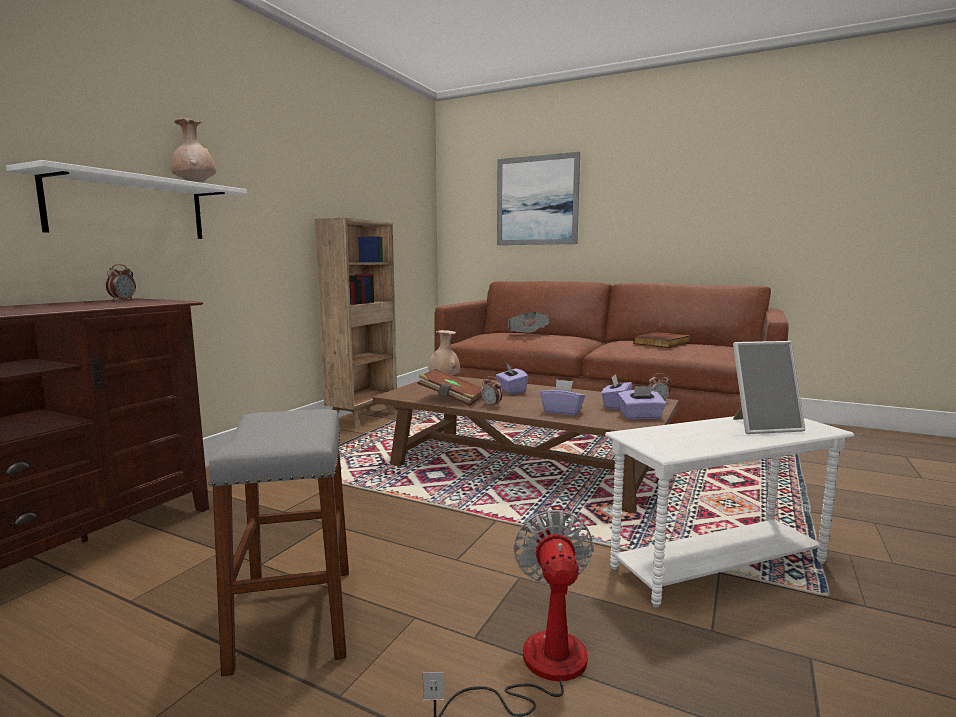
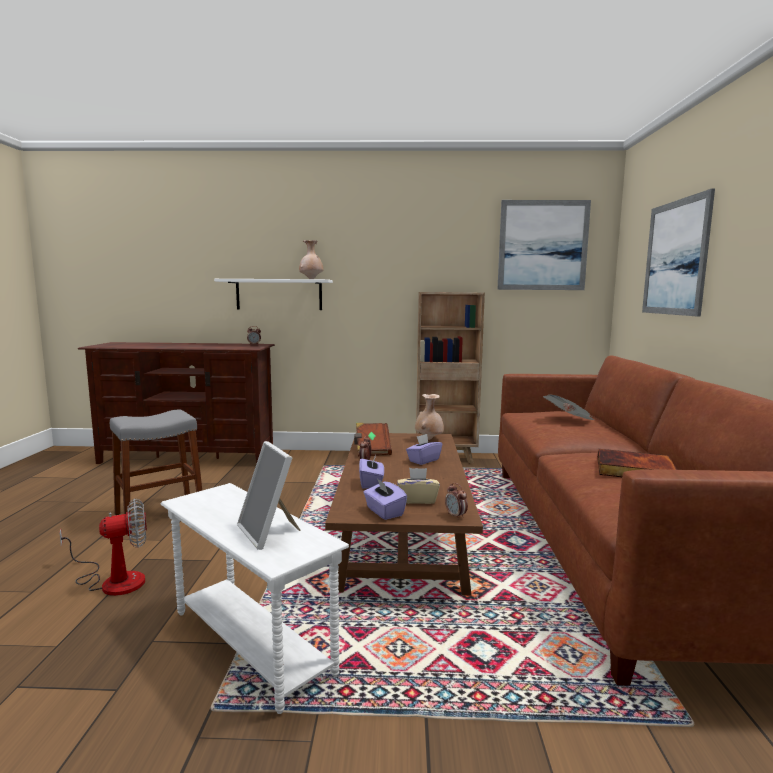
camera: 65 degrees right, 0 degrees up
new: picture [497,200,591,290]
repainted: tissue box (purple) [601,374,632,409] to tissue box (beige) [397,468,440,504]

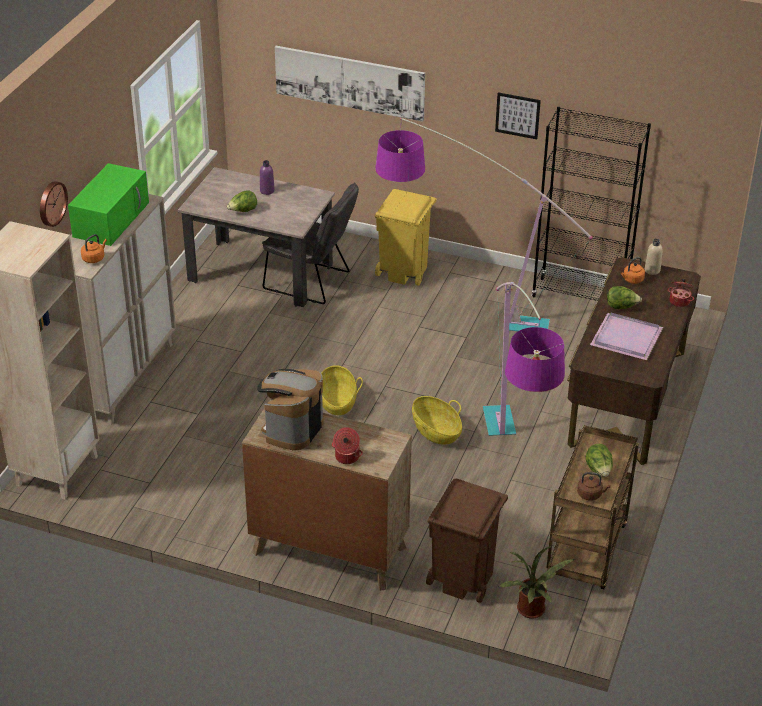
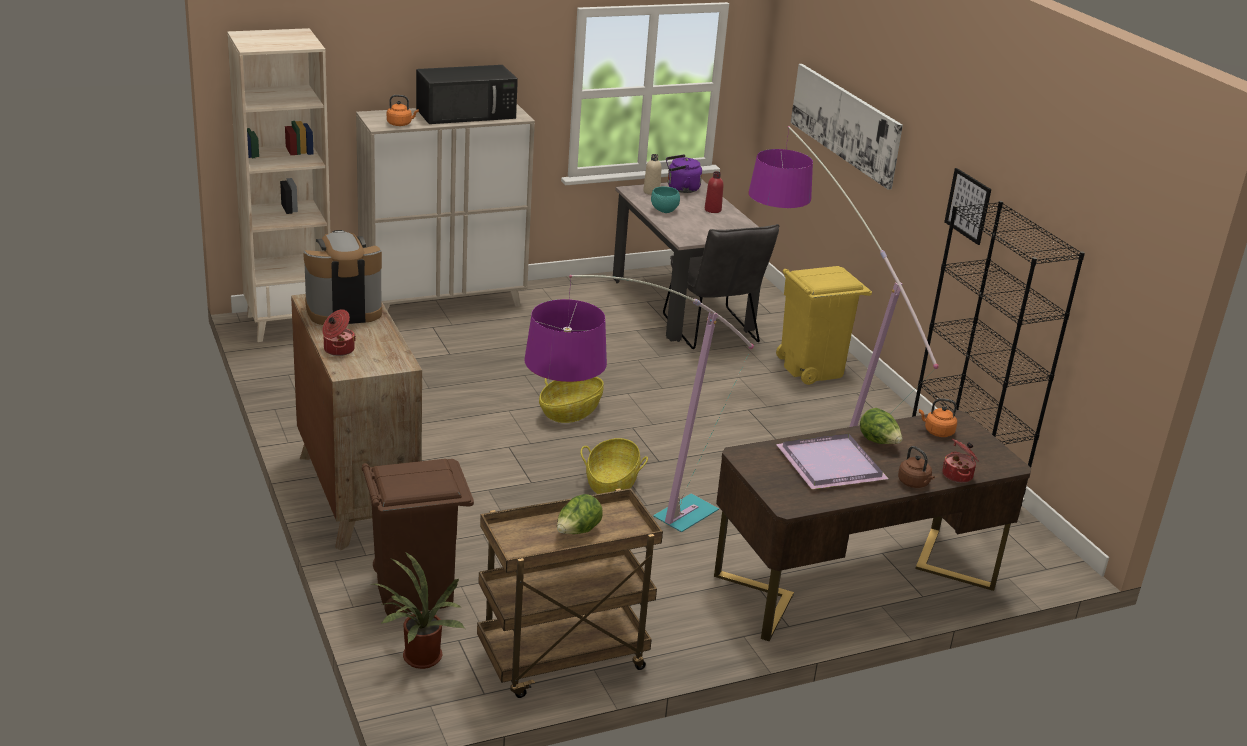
camera: 45 degrees right, 10 degrees down
gone: wall clock [40,181,68,227]
new: kettle (purple) [666,154,702,193]
shifted: bottle (beige) [645,239,662,275] to [643,154,661,195]; kettle (brown) [577,472,611,500] to [898,446,935,488]
swapped: lettuce [227,191,257,212] to bowl (turquoise) [651,186,680,213]
repainted: microwave (green) [68,163,149,246] to microwave (black) [416,65,518,124]; bottle (purple) [260,160,275,195] to bottle (red) [705,171,724,213]

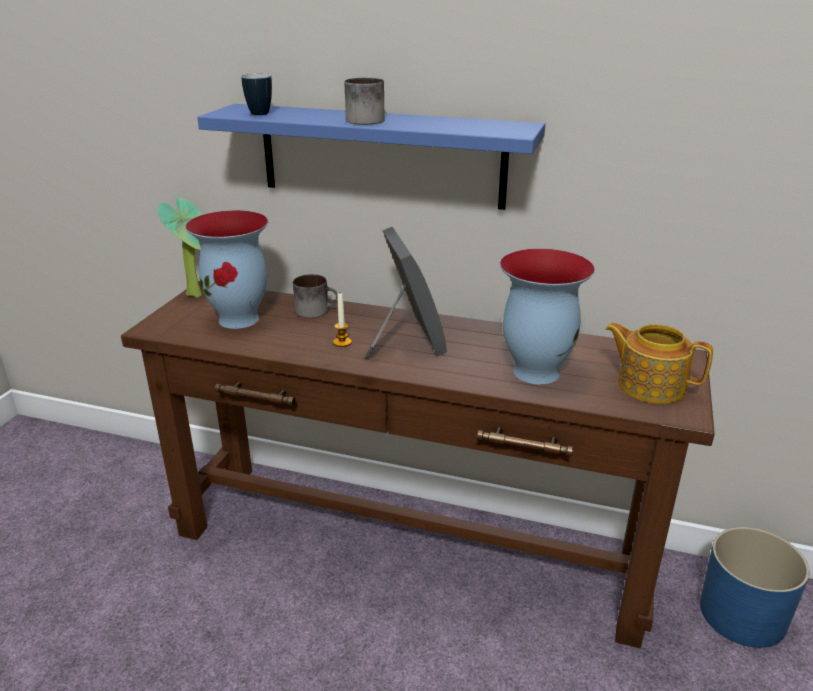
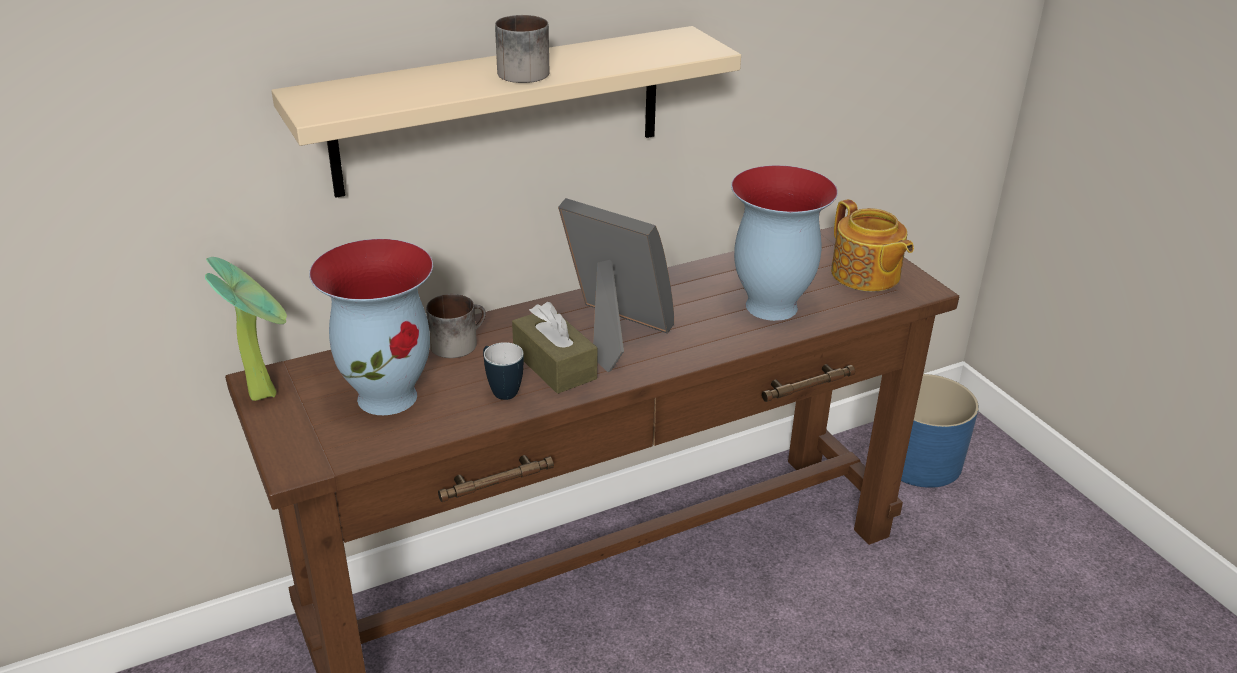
camera: 45 degrees left, 5 degrees up
shifted: mug [241,73,272,115] to [483,342,524,400]
swapped: candle [333,293,352,347] to tissue box (brown) [512,302,597,394]
repainted: shelf (blue) [197,104,545,210] to shelf (beige) [271,26,741,198]
rotated: teapot [605,322,713,404] = [831,199,914,292] 105 degrees counterclockwise

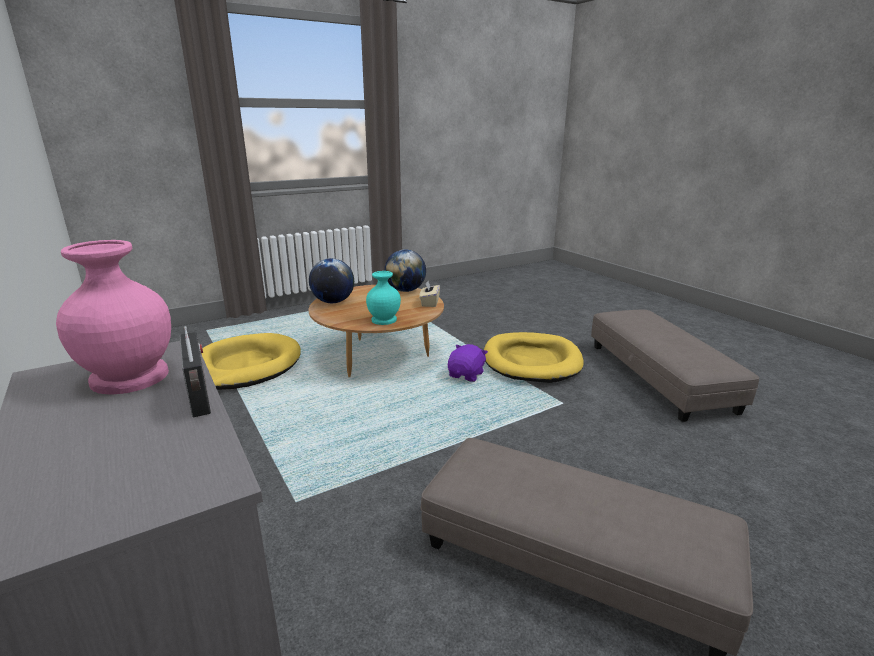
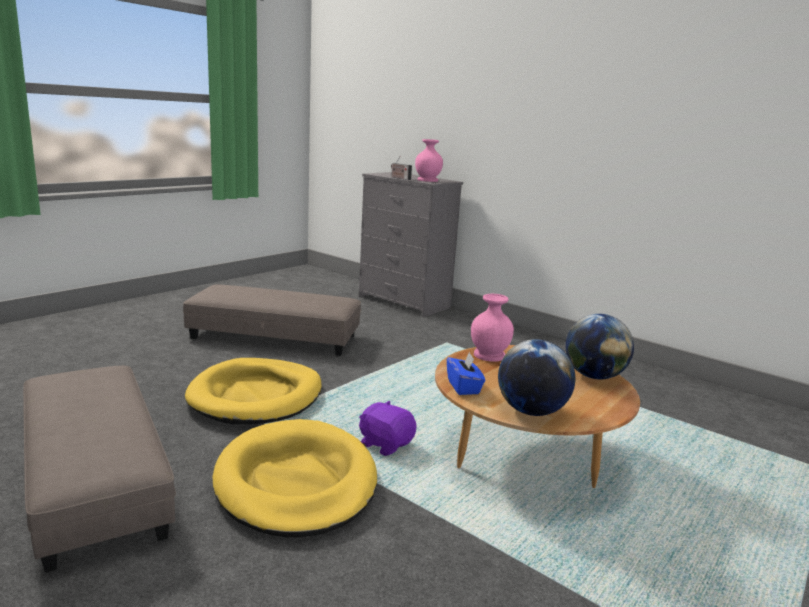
camera: 160 degrees right, 5 degrees down
shifted: dog bed (yellow) [201,333,301,390] to [185,358,321,425]
repainted: tissue box (beige) [419,281,440,307] to tissue box (blue) [447,352,485,395]; vase (turquoise) [366,271,401,325] to vase (pink) [471,294,514,362]
rotated: plush toy (purple) [448,344,488,382] = [359,400,417,456] 120 degrees clockwise

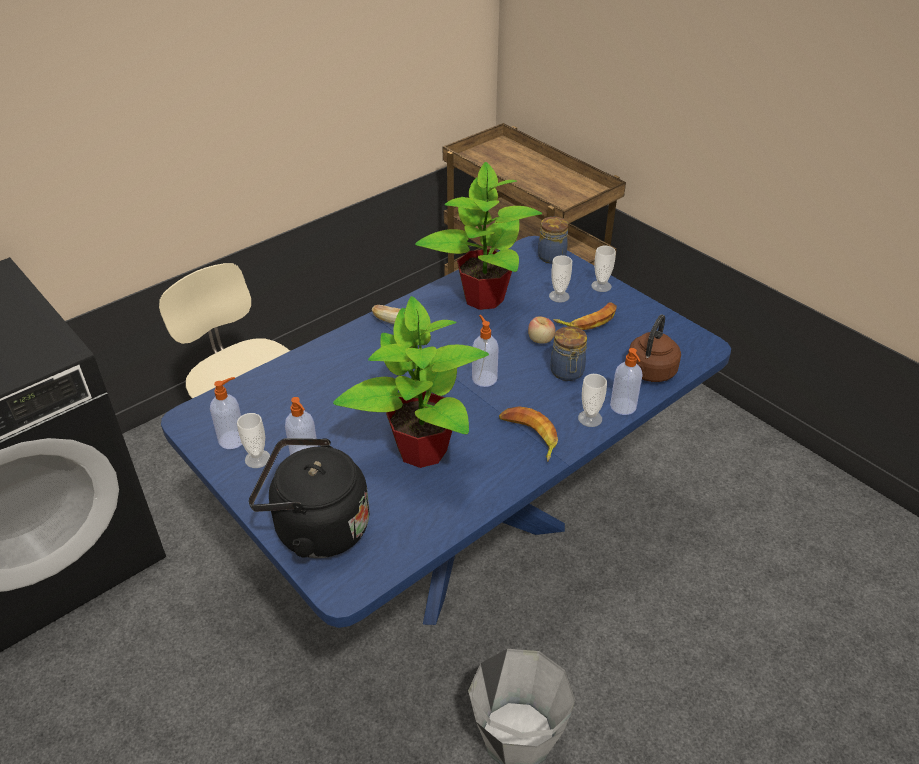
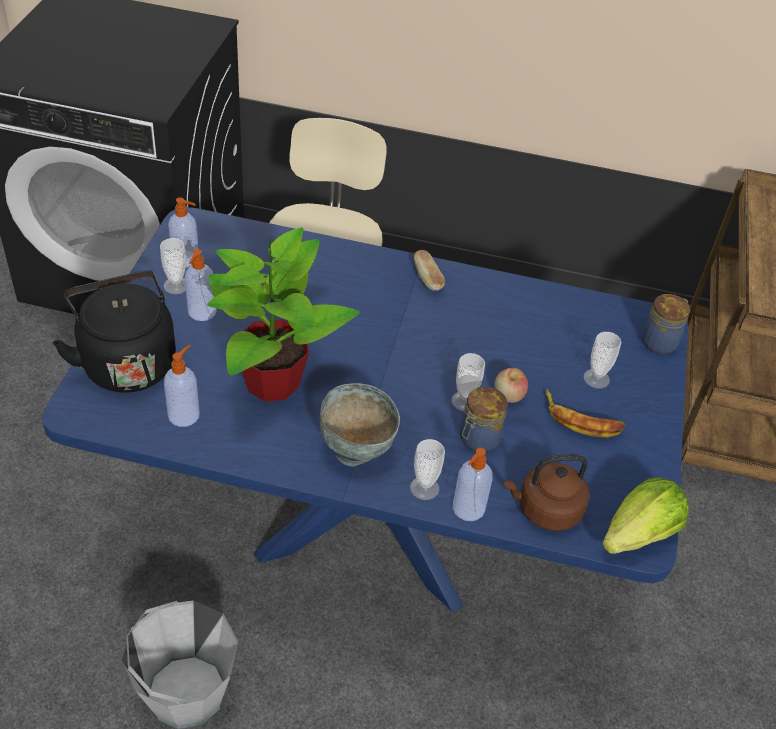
camera: 50 degrees right, 5 degrees up
gone: potted plant [415,162,542,310]
new: lettuce [603,478,689,554]
shifted: soap dispenser [472,315,499,387] to [164,345,200,427]; cup [591,246,616,292] to [451,353,485,411]
swapped: banana [499,406,558,462] to bowl (grey) [320,383,400,466]

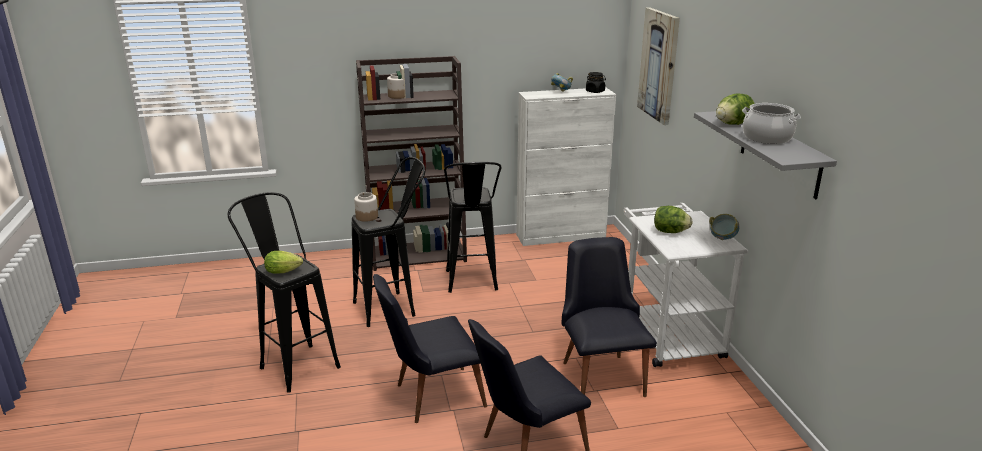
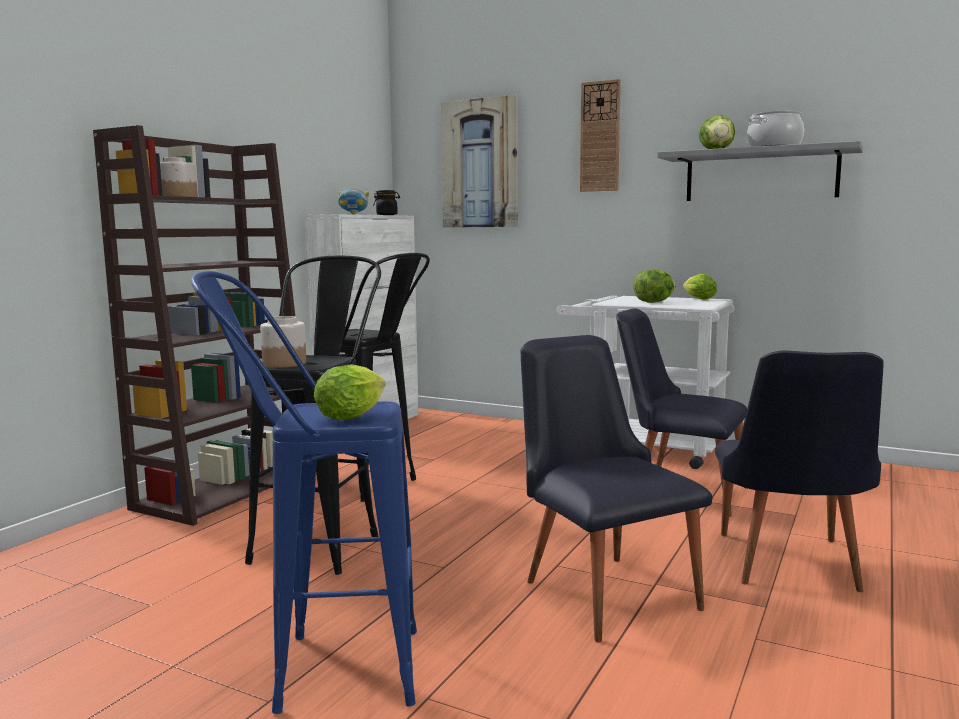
camera: 50 degrees left, 15 degrees down
new: wall clock [580,79,621,192]
swapped: bowl [709,214,740,240] to lettuce [683,274,717,300]
repainted: stool (black) [228,192,341,393] to stool (blue) [191,271,417,714]
rotated: chair (black) [373,274,487,423] = [520,335,712,643] 135 degrees clockwise

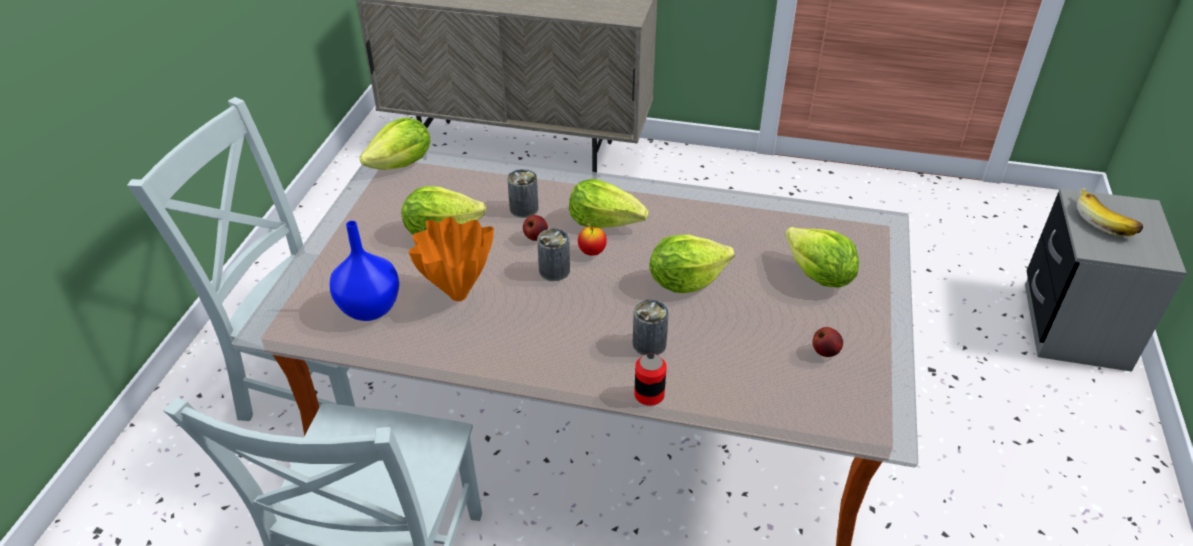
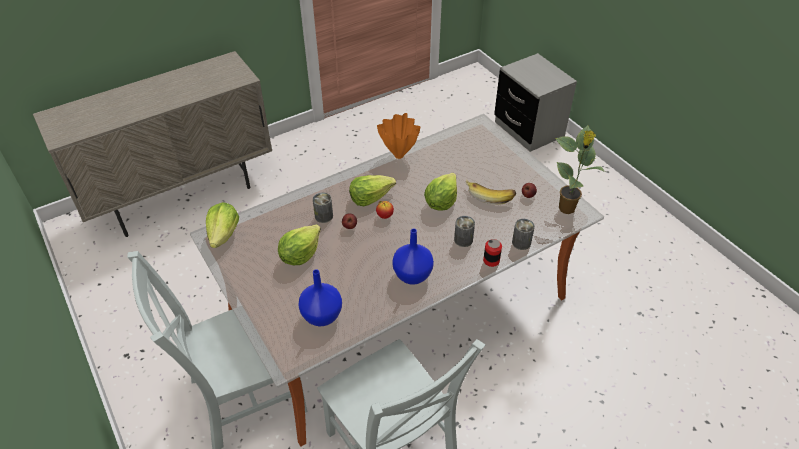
camera: 45 degrees left, 5 degrees up
gone: lettuce [785,227,859,288]
new: vase (blue) [392,228,434,285]; potted plant [555,125,605,214]
shifted: vase (orange) [409,217,494,301] to [377,113,420,159]; banana [1077,188,1143,236] to [465,180,516,205]; can [537,229,570,281] to [512,219,535,250]

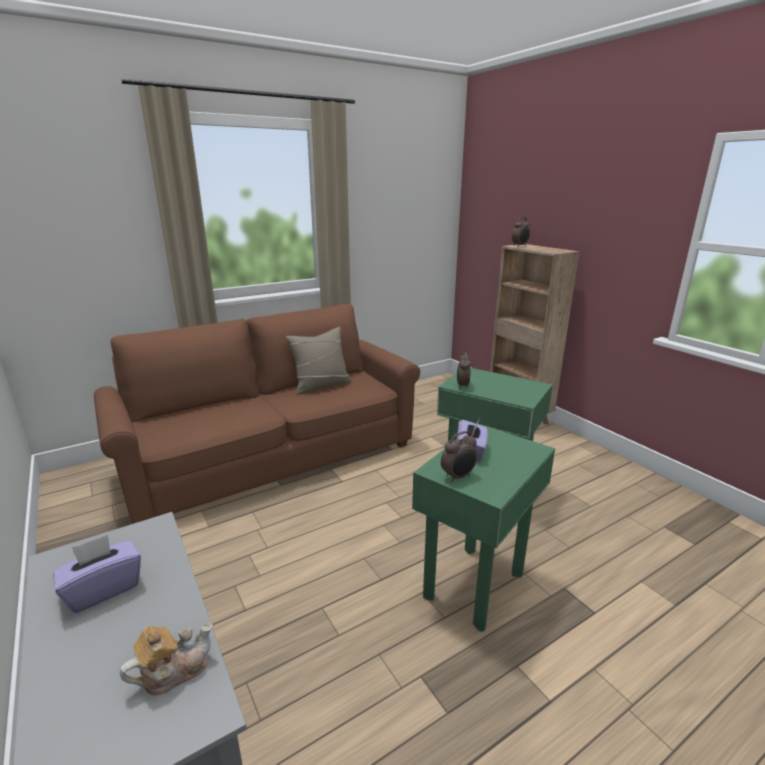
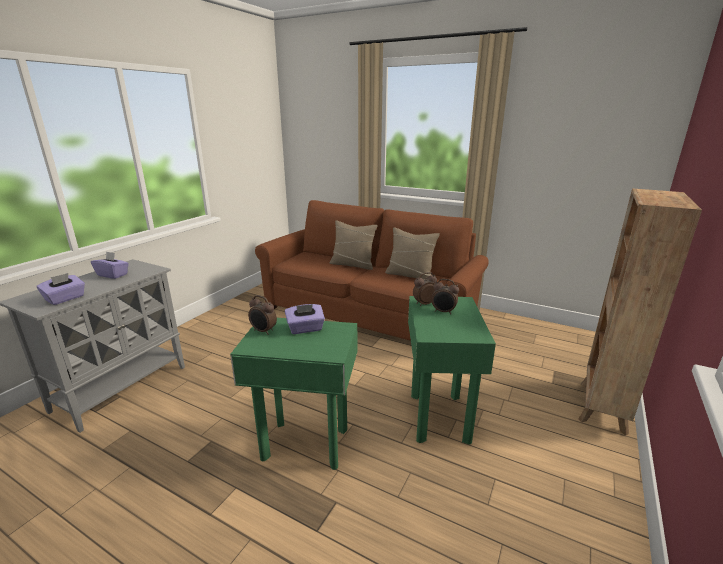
camera: 60 degrees right, 0 degrees up
new: pillow (beige) [330,220,378,270]
shifted: alarm clock [512,217,530,247] to [432,279,459,315]
swapped: teapot [120,623,213,695] to tissue box (purple) [37,273,85,305]

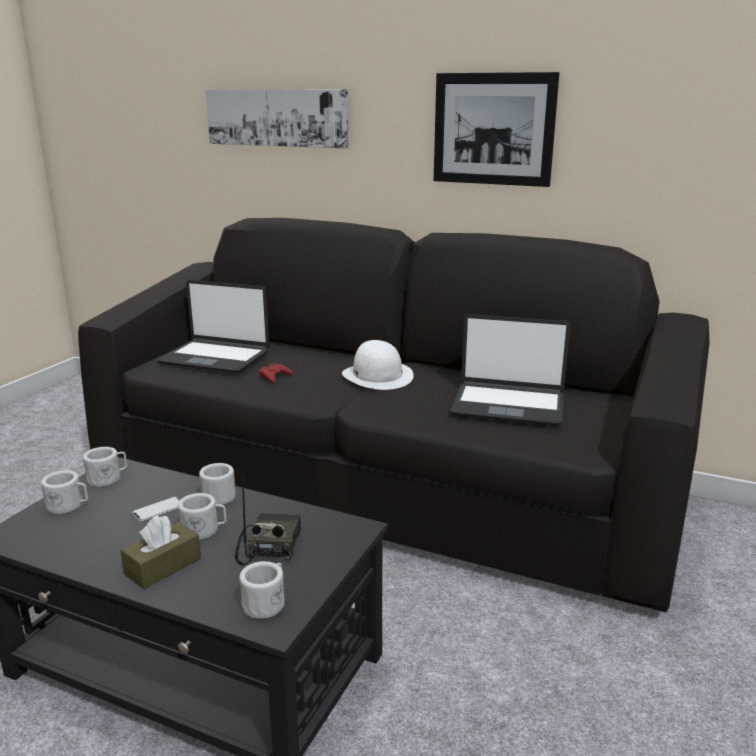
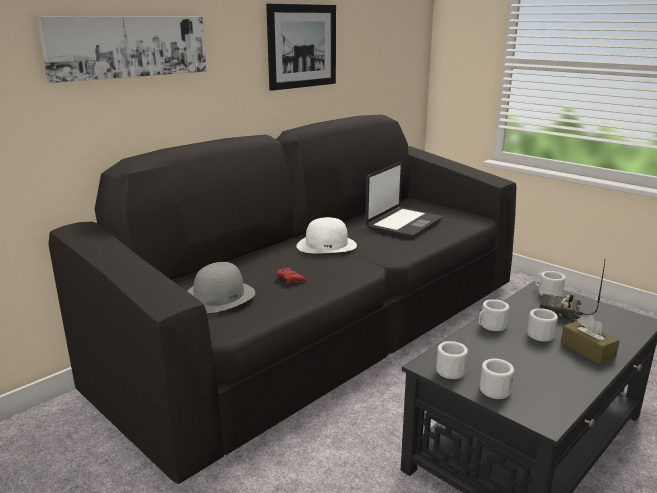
camera: 70 degrees left, 0 degrees up
gone: phone [131,496,180,522]
shifted: mug (white) [239,561,285,619] to [535,271,565,297]
swapped: laptop [157,280,269,373] to hat (grey) [187,262,255,313]

